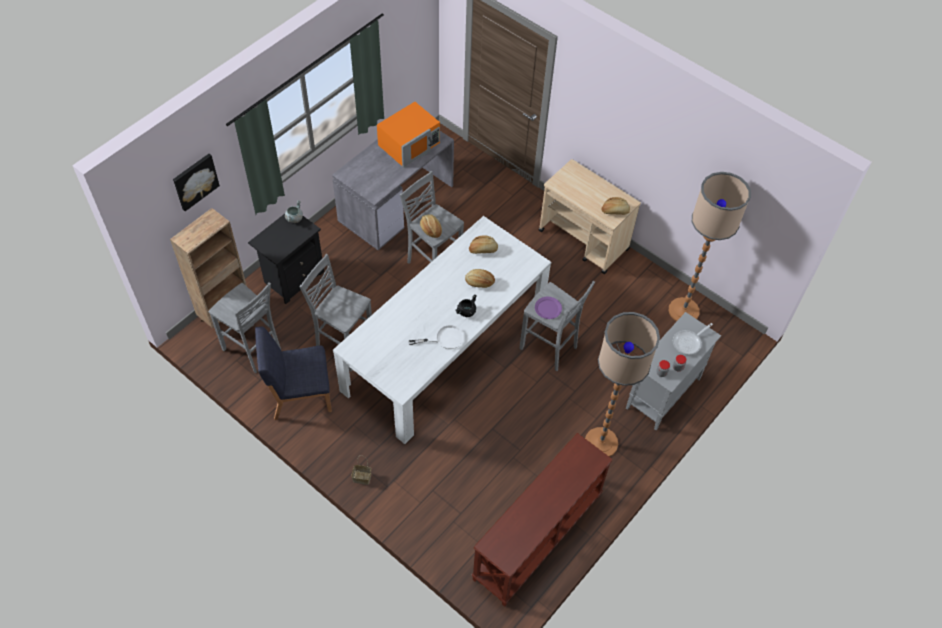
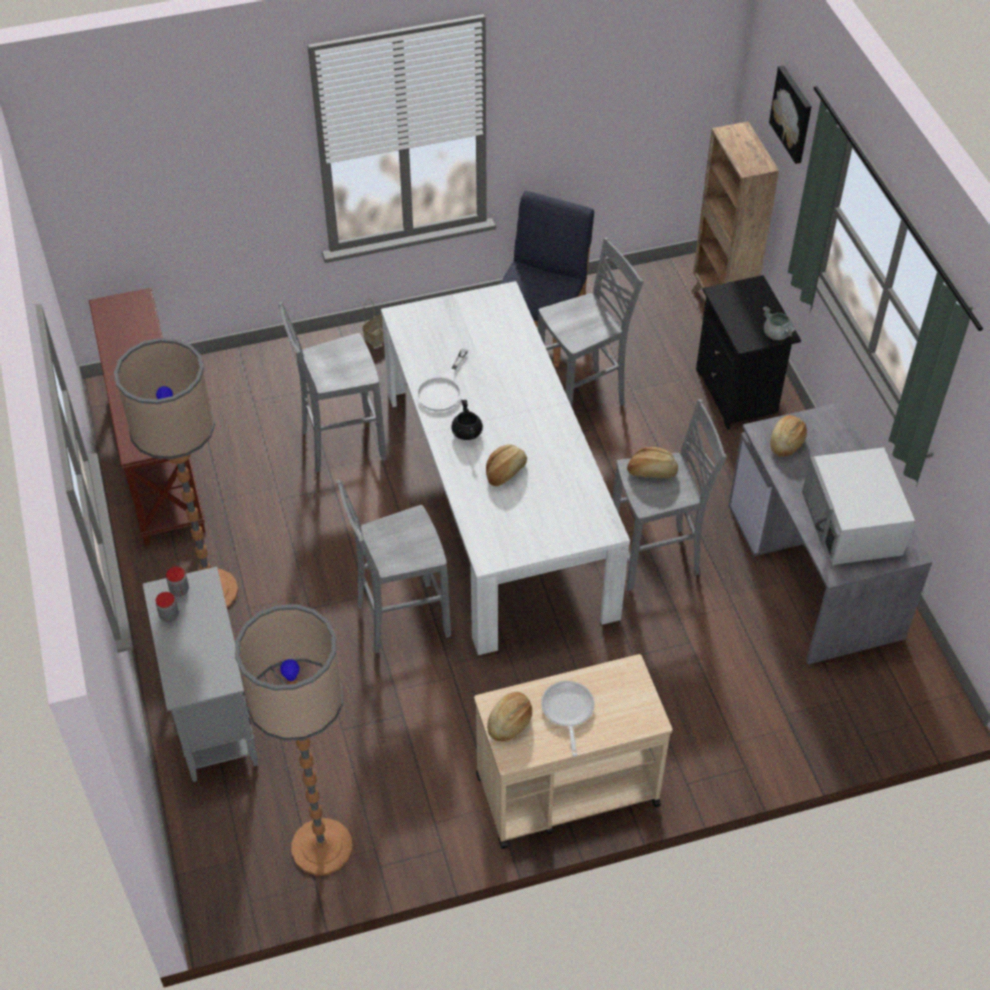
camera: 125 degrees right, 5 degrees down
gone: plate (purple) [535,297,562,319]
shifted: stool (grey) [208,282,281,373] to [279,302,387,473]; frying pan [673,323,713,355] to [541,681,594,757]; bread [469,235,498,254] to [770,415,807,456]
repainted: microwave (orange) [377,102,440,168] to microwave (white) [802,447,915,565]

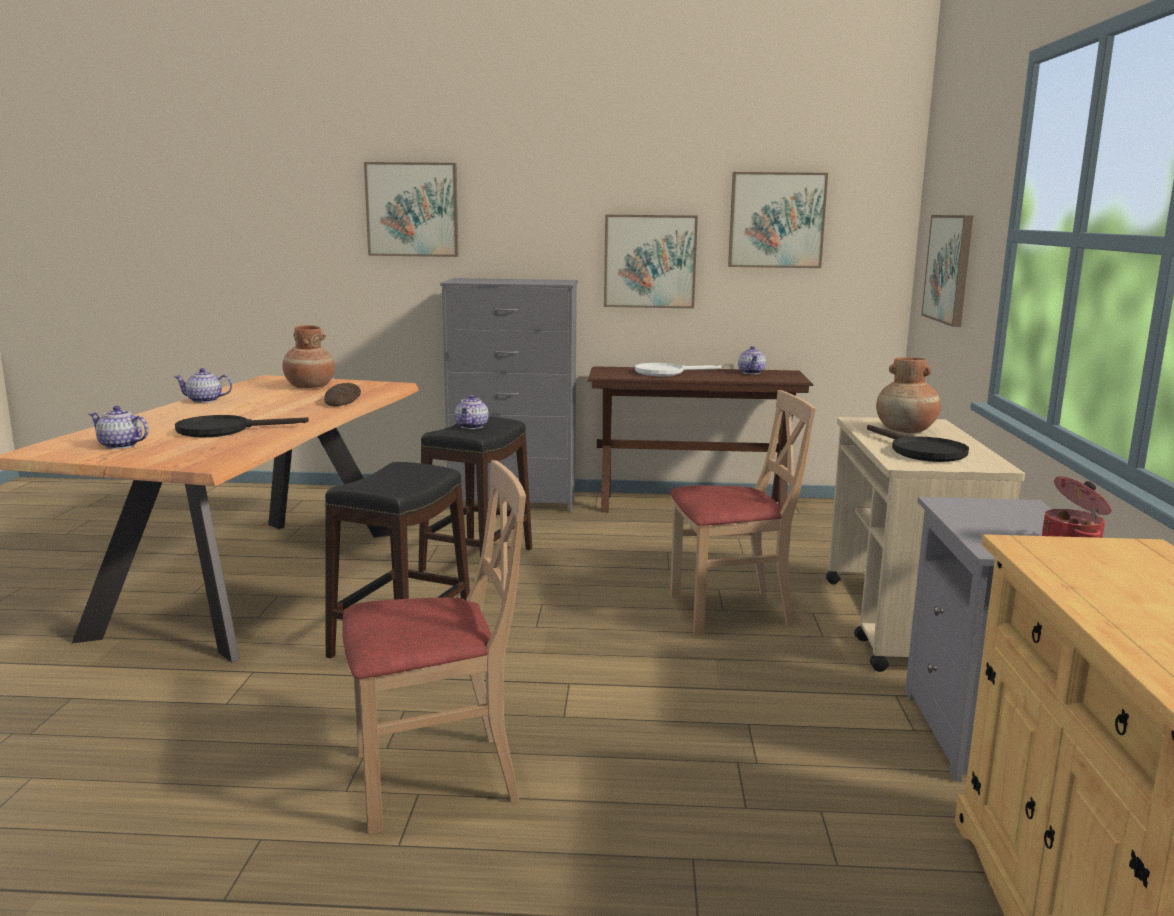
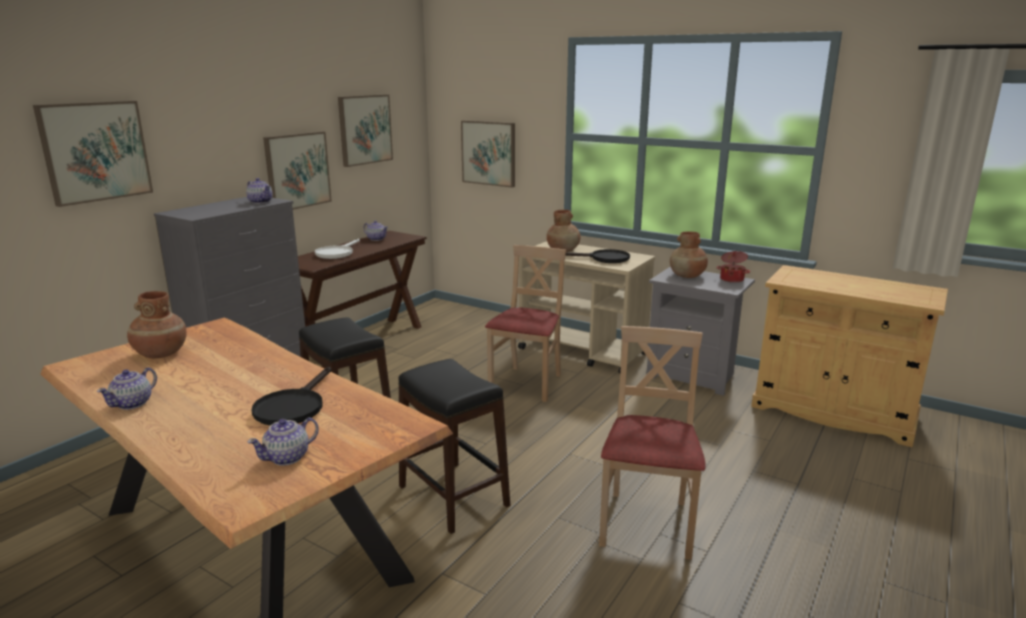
camera: 60 degrees left, 5 degrees up
gone: bread [324,383,361,406]
new: vase (brown) [670,231,708,278]
shifted: teapot [455,395,489,429] to [246,178,273,204]

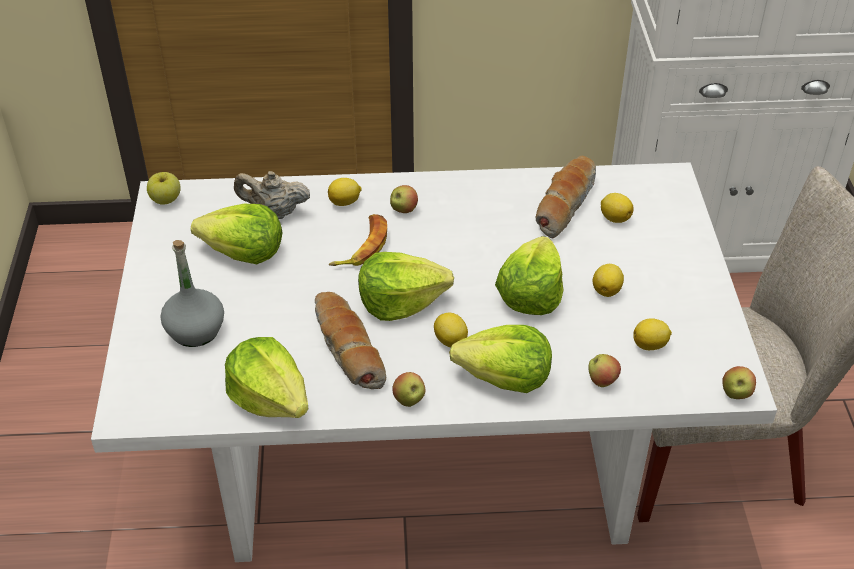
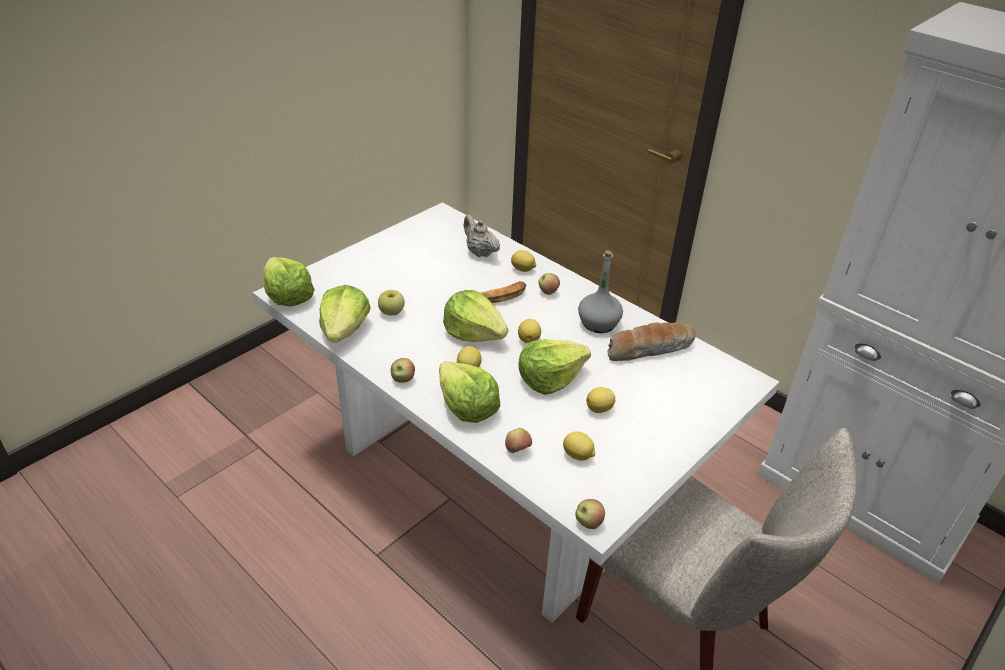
camera: 45 degrees right, 5 degrees down
gone: bread [315,292,386,389]
shifted: lettuce [191,204,282,264] to [263,257,315,307]; apple [147,172,181,205] to [378,290,405,315]; lemon [601,193,634,223] to [518,319,541,343]; bottle (grey) [160,240,224,347] to [578,250,623,333]

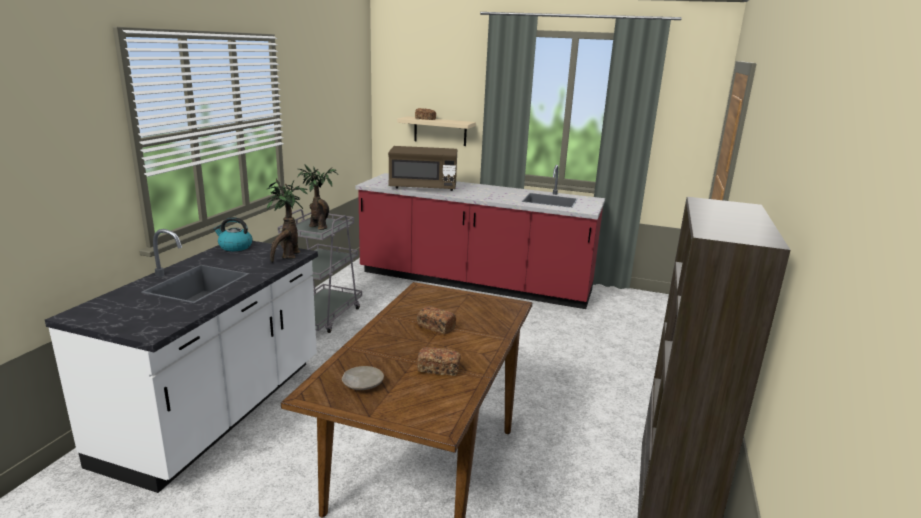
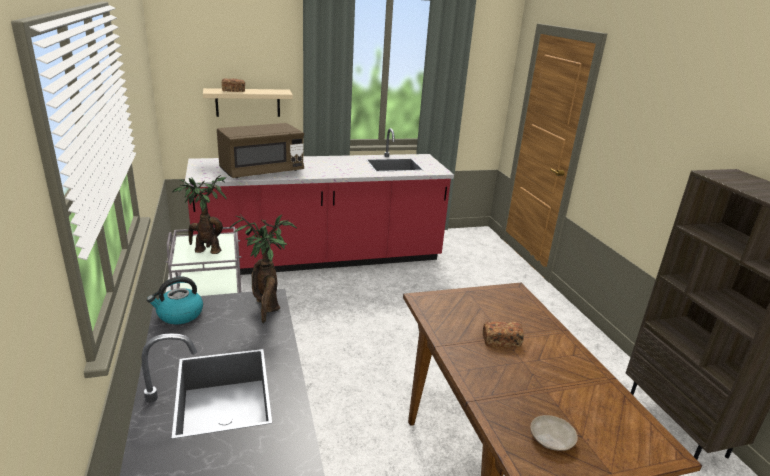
camera: 35 degrees left, 5 degrees up
gone: bread [417,347,461,376]

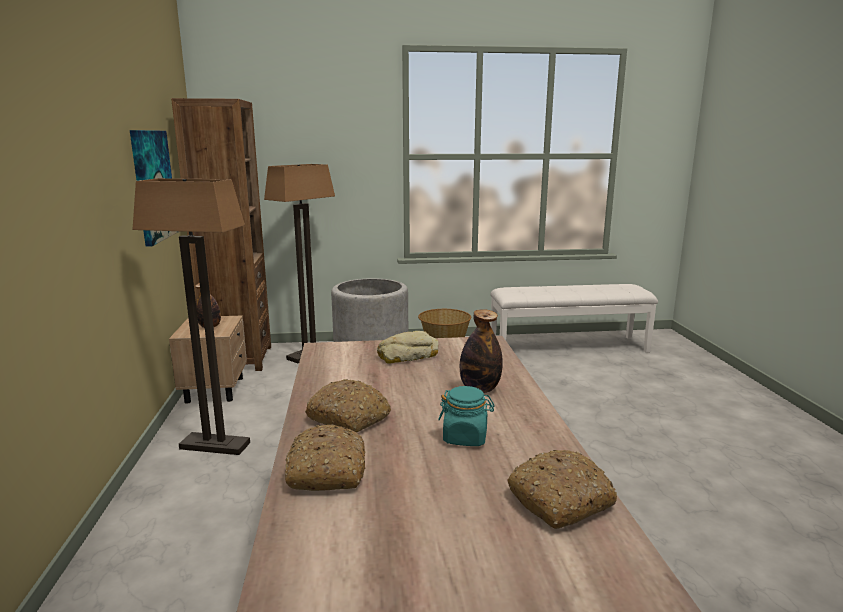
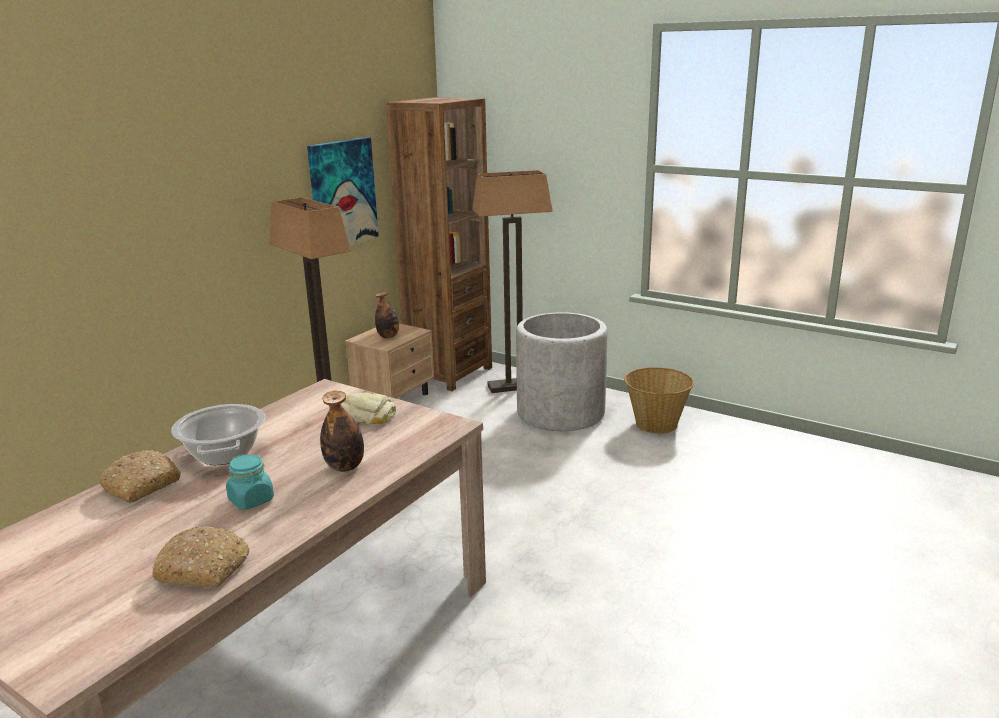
camera: 40 degrees right, 5 degrees up
gone: bench (white) [491,284,658,353]
swapped: bread [305,379,391,433] to cooking pot [171,404,265,465]

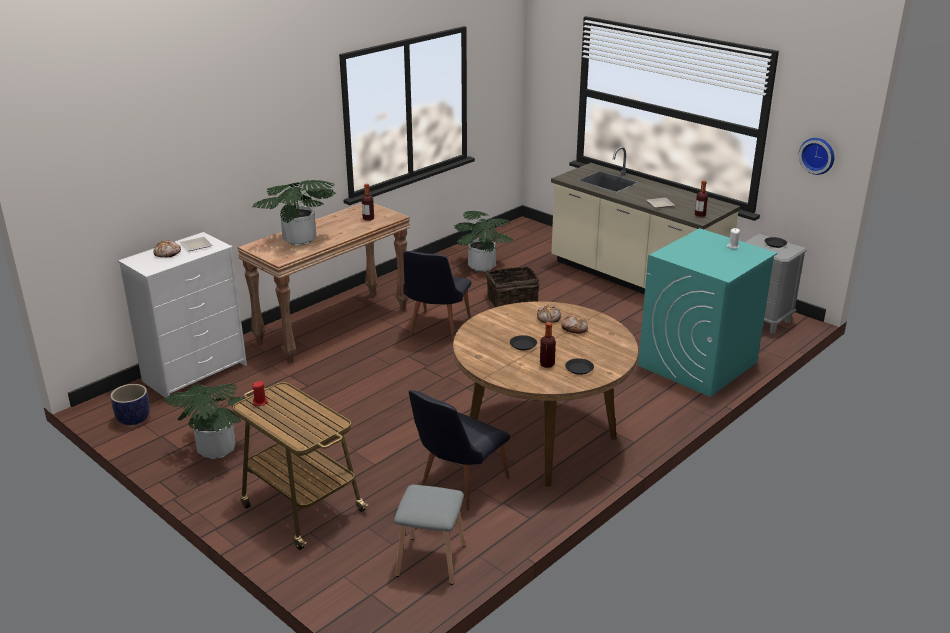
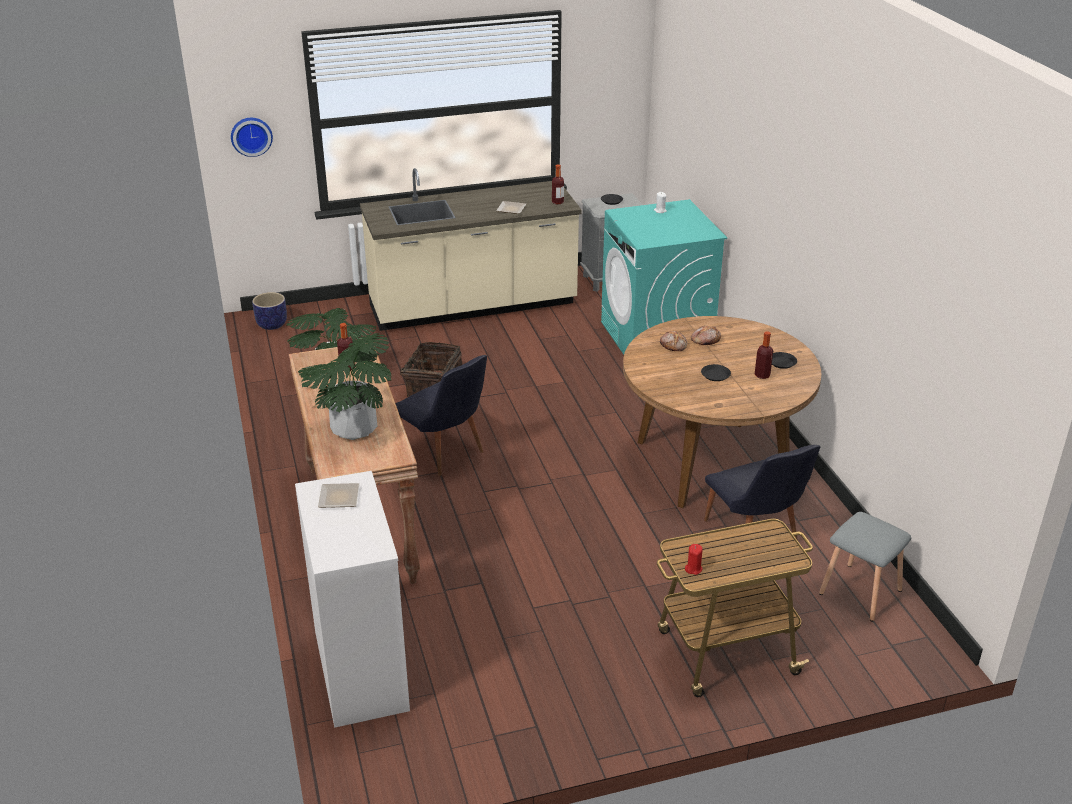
camera: 60 degrees left, 5 degrees up
gone: bread [153,240,181,257]; potted plant [164,383,245,459]
shifted: wall clock [799,138,834,175] to [231,118,273,157]; planter [110,384,150,425] to [252,292,287,330]

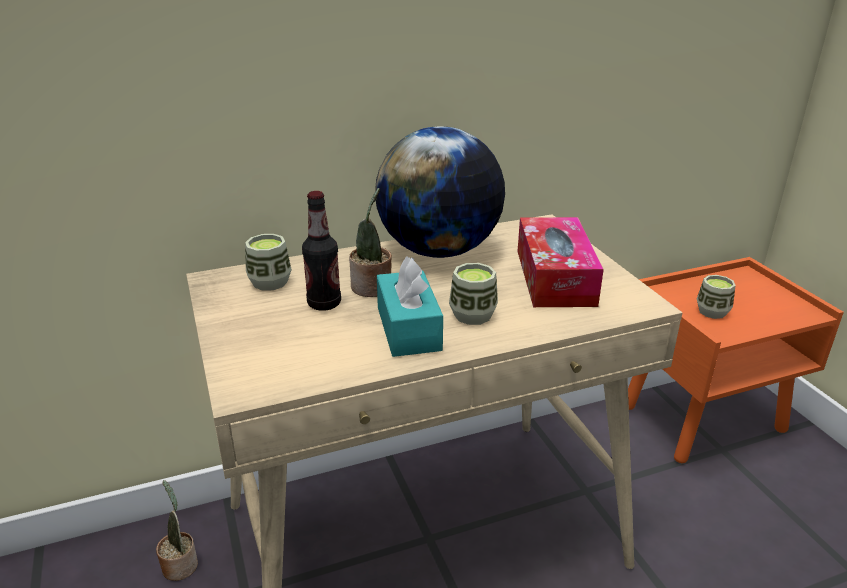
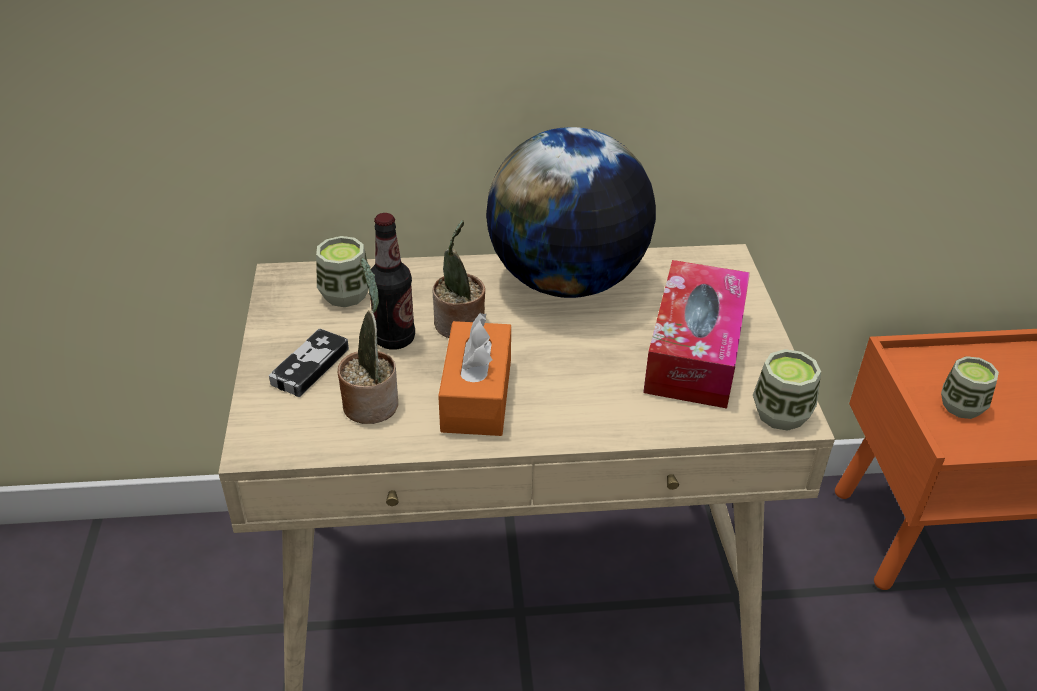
camera: 15 degrees right, 10 degrees up
new: game controller [269,329,349,397]
shifted: potted plant [156,480,198,581] to [338,257,398,424]; cup [449,263,498,325] to [753,349,821,431]
repainted: tissue box (turquoise) [377,256,443,357] to tissue box (orange) [438,313,511,436]

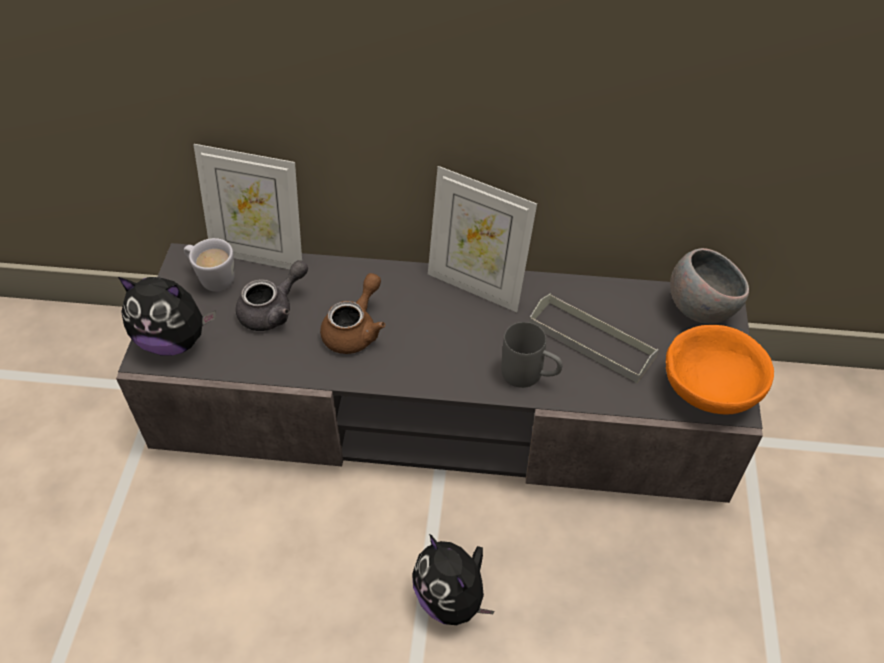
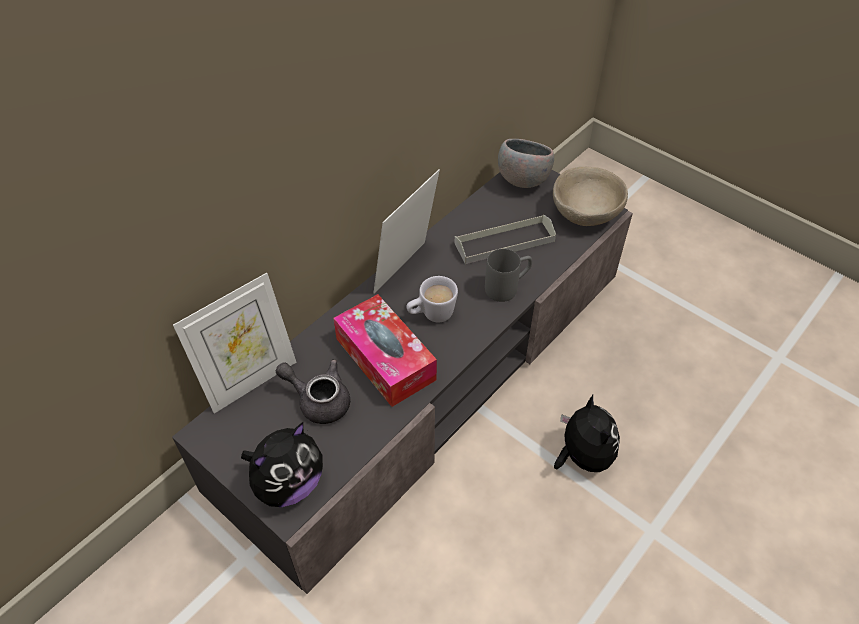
camera: 55 degrees left, 0 degrees up
shifted: mug (white) [184,238,235,292] to [407,276,458,323]
swapped: teapot (brown) [320,273,385,354] to tissue box [333,294,437,407]
repainted: bowl (orange) [666,325,774,415] to bowl (beige) [553,167,628,226]
rotated: teapot (grey) [236,260,308,331] = [276,359,350,424] 60 degrees counterclockwise; picture frame [428,166,537,312] = [373,169,440,294] 150 degrees clockwise; plush toy [412,534,495,625] = [554,395,620,472] 105 degrees counterclockwise

